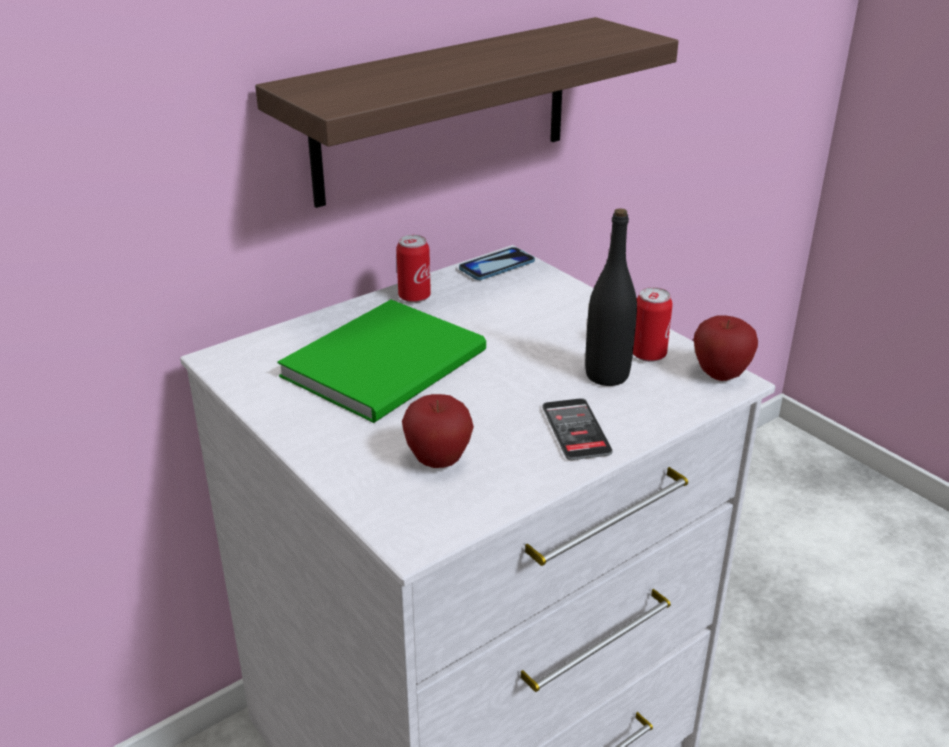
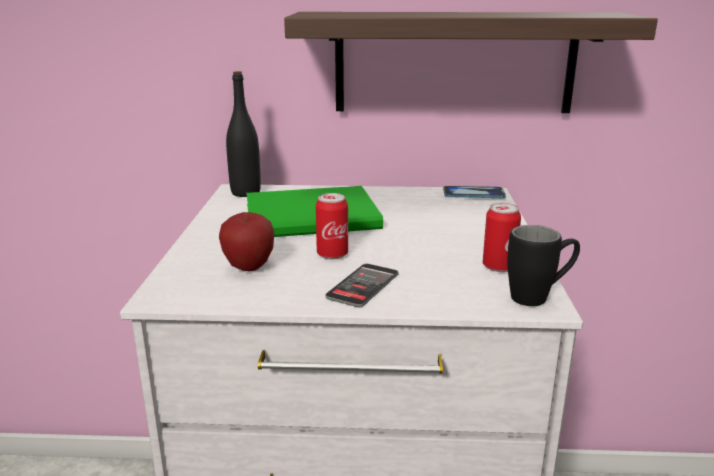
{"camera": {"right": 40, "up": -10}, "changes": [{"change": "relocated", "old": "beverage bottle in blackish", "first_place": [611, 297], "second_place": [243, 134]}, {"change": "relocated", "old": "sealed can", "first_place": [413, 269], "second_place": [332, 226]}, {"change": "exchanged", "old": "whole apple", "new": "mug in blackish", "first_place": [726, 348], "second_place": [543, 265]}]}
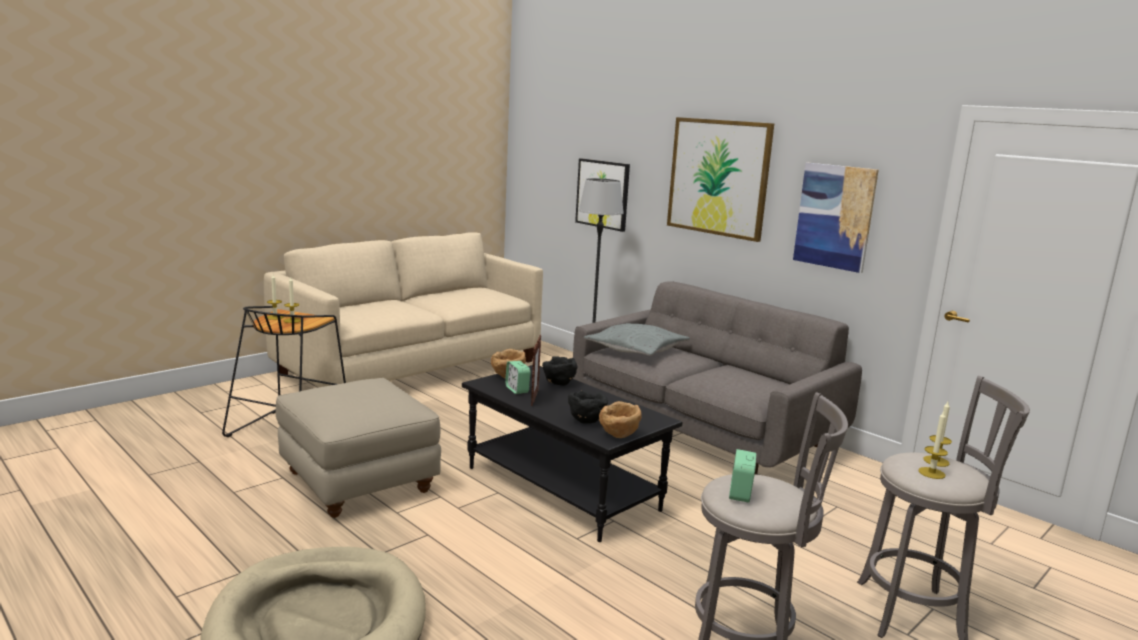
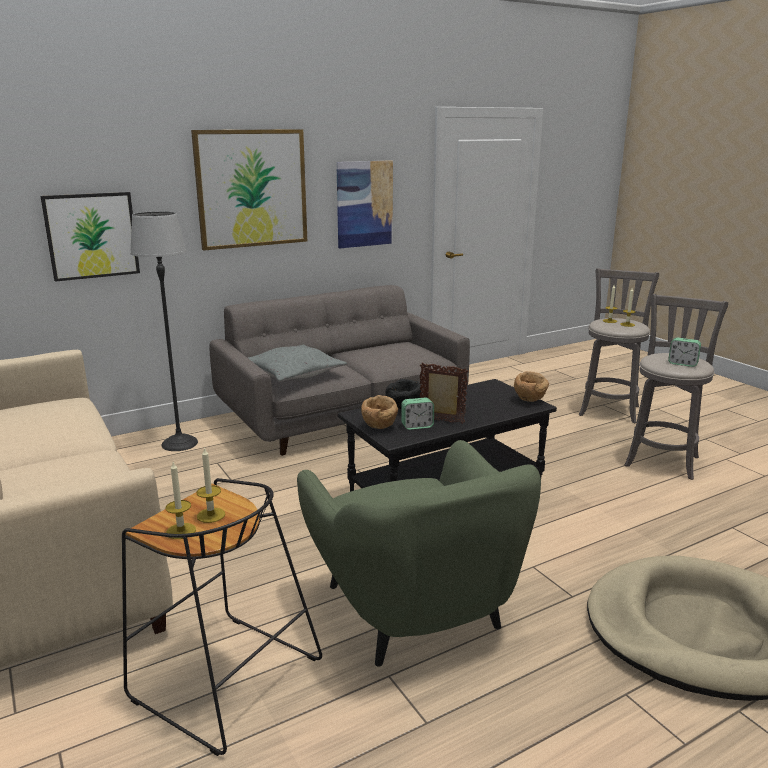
{"camera": {"right": -75, "up": 5}, "changes": [{"change": "exchanged", "old": "ottoman in sand-coloured", "new": "lounge chair in green", "first_place": [358, 448], "second_place": [419, 553]}, {"change": "missing", "old": "serving bowl in blackish", "first_place": [588, 407]}]}
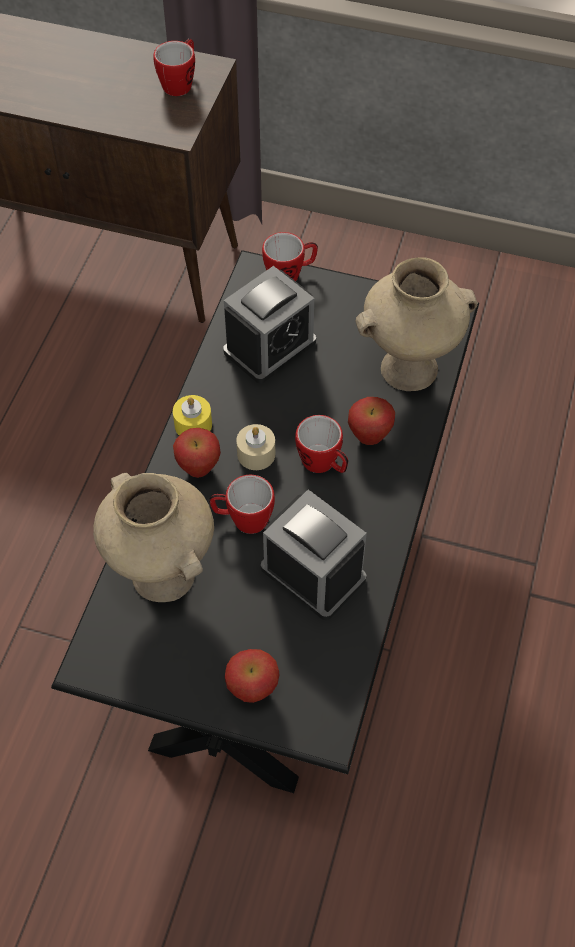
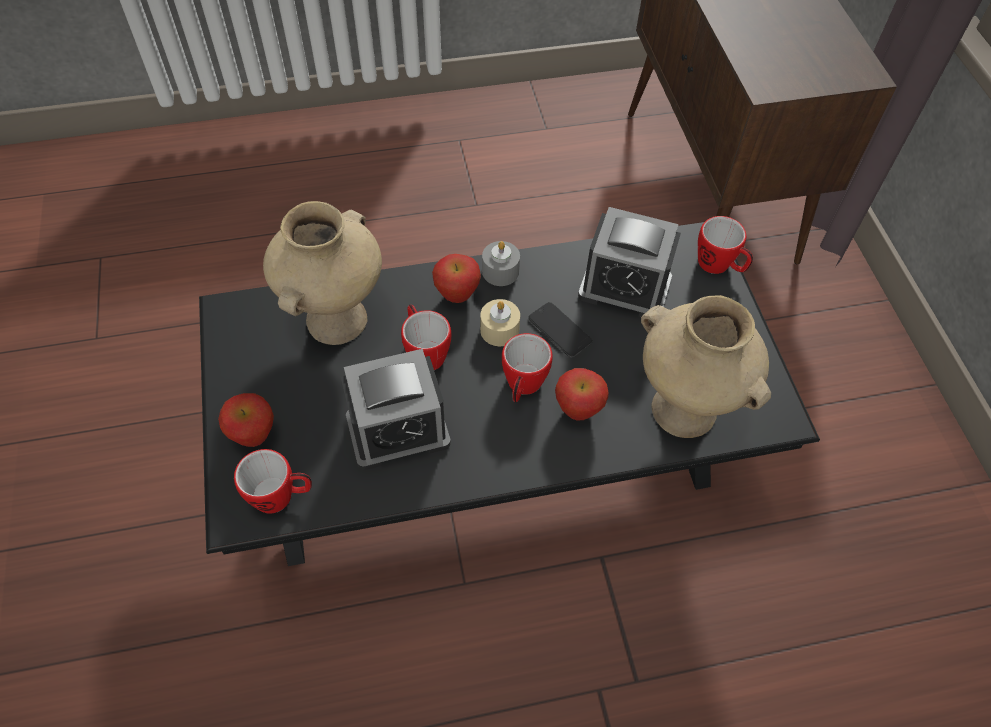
{"camera": {"right": 60, "up": 0}, "changes": [{"change": "relocated", "old": "mug", "first_place": [174, 67], "second_place": [273, 481]}, {"change": "spun", "old": "table clock", "first_place": [314, 555], "second_place": [396, 409], "degrees": 60}, {"change": "colour", "old": "wax candle in yellowish", "new": "wax candle in grey", "first_place": [192, 415], "second_place": [501, 263]}, {"change": "appeared", "new": "telephone", "second_place": [560, 330]}]}
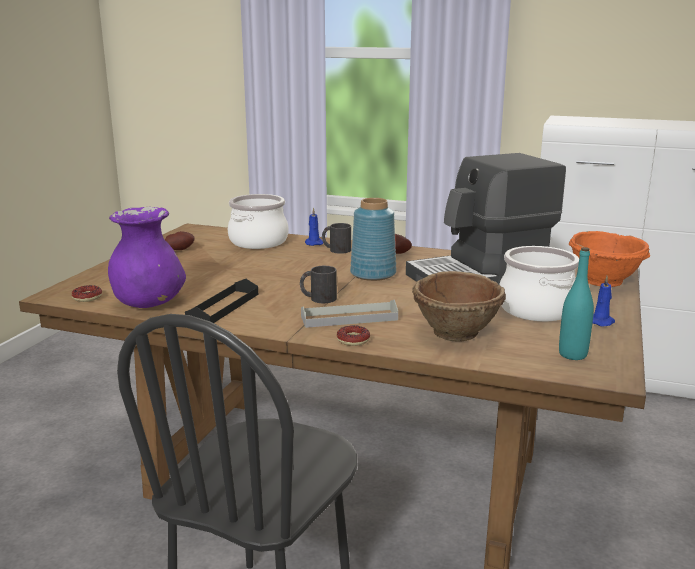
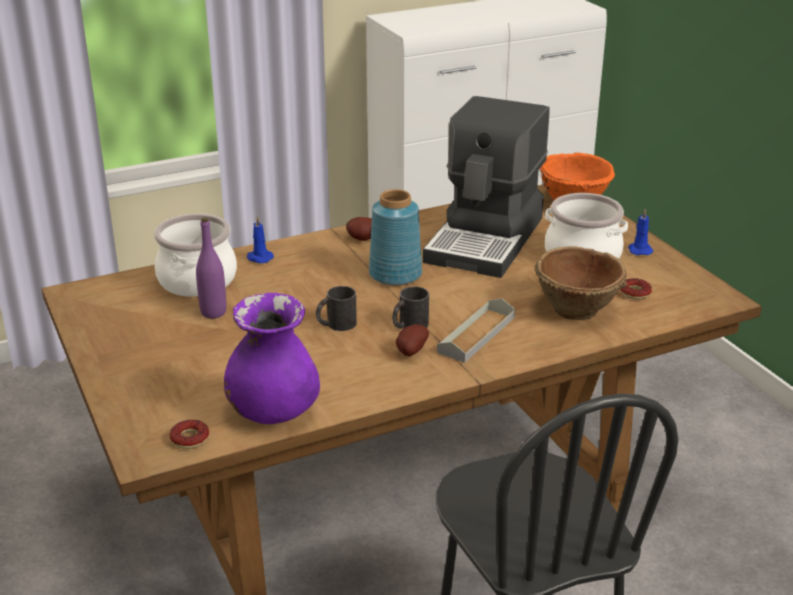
{"camera": {"right": -45, "up": 10}, "changes": [{"change": "appeared", "new": "beverage bottle in purple", "second_place": [211, 267]}, {"change": "relocated", "old": "mug in blackish", "first_place": [336, 238], "second_place": [336, 308]}, {"change": "relocated", "old": "potato", "first_place": [180, 240], "second_place": [412, 340]}, {"change": "relocated", "old": "doughnut", "first_place": [353, 335], "second_place": [636, 289]}, {"change": "missing", "old": "carrying tray in blackish", "first_place": [221, 301]}, {"change": "missing", "old": "beverage bottle in blue-green", "first_place": [576, 303]}]}
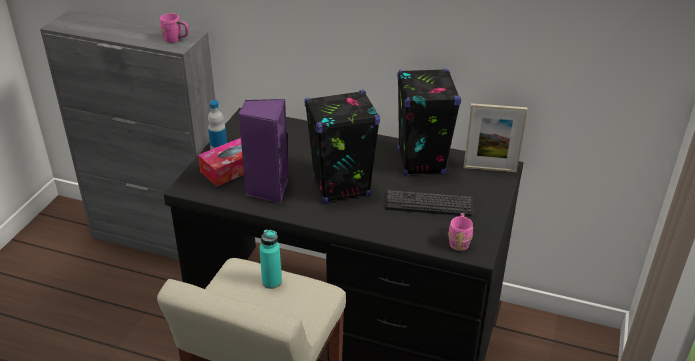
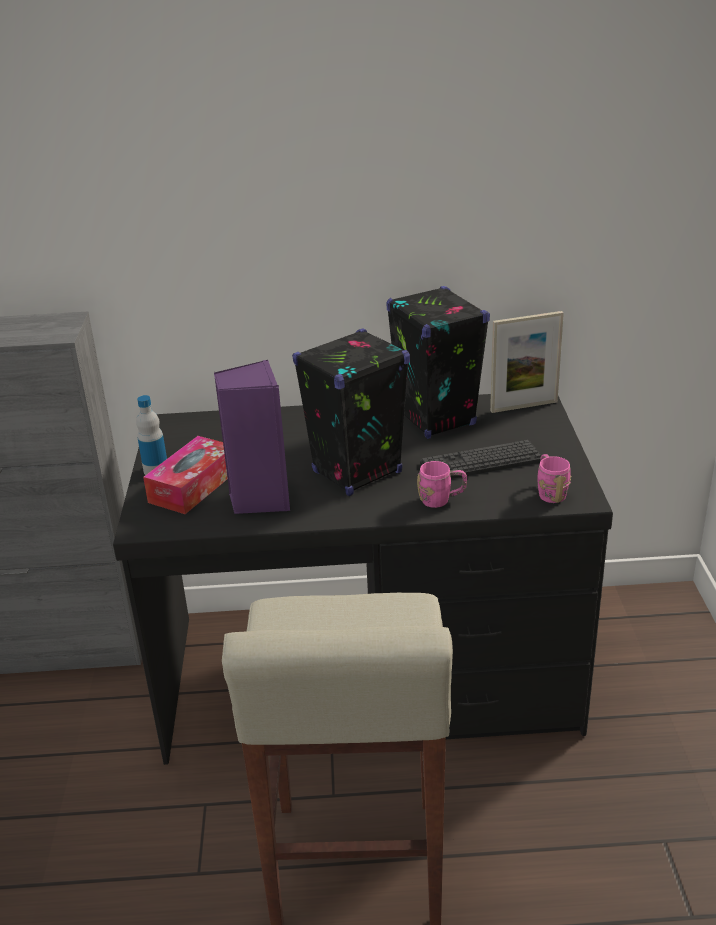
{"camera": {"right": -20, "up": -5}, "changes": [{"change": "relocated", "old": "mug in pink-coloured", "first_place": [174, 28], "second_place": [442, 484]}, {"change": "missing", "old": "beverage bottle in blue-green", "first_place": [270, 259]}]}
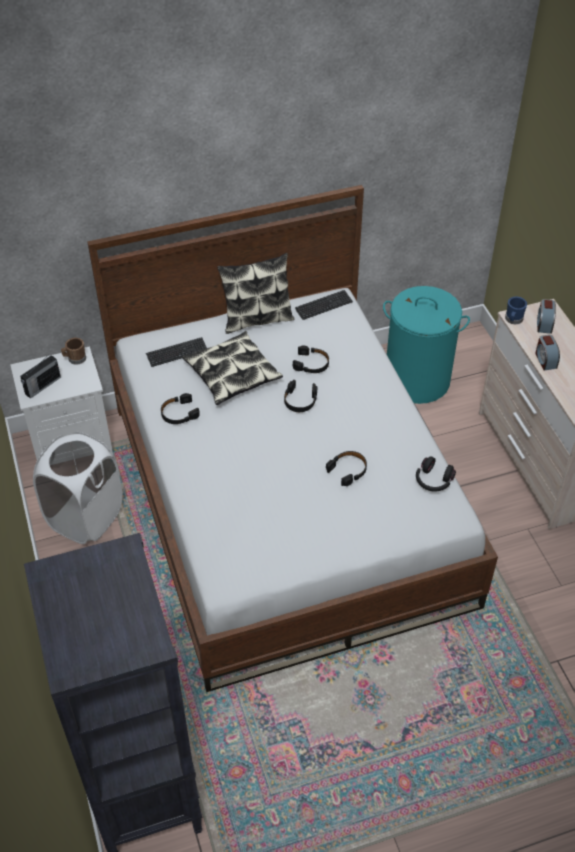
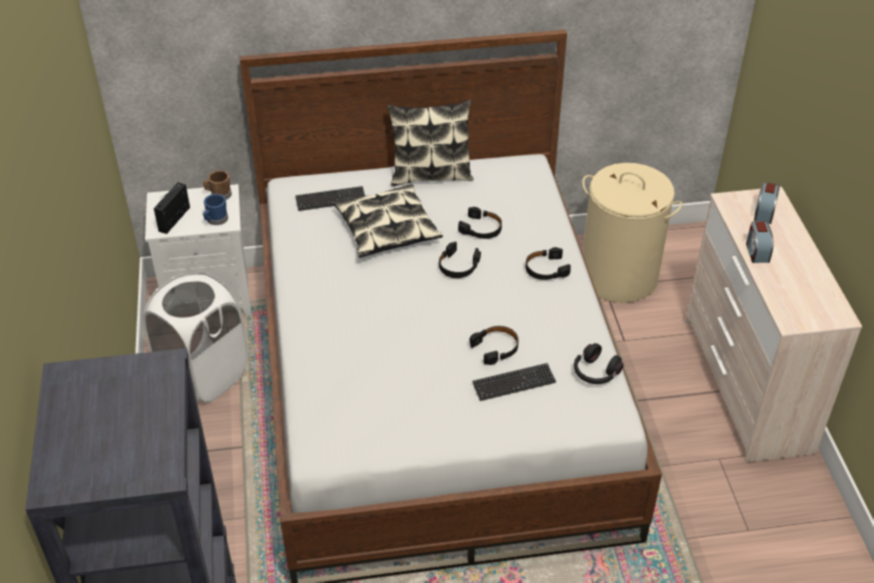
{"camera": {"right": 10, "up": -5}, "changes": [{"change": "spun", "old": "radio receiver", "first_place": [40, 377], "second_place": [172, 208], "degrees": 150}, {"change": "relocated", "old": "mug in bluish", "first_place": [516, 310], "second_place": [215, 209]}, {"change": "relocated", "old": "computer keyboard", "first_place": [324, 305], "second_place": [514, 382]}, {"change": "relocated", "old": "headset in blackish", "first_place": [180, 408], "second_place": [548, 263]}, {"change": "colour", "old": "laundry basket in blue-green", "new": "laundry basket in sand-coloured", "first_place": [426, 345], "second_place": [632, 233]}]}
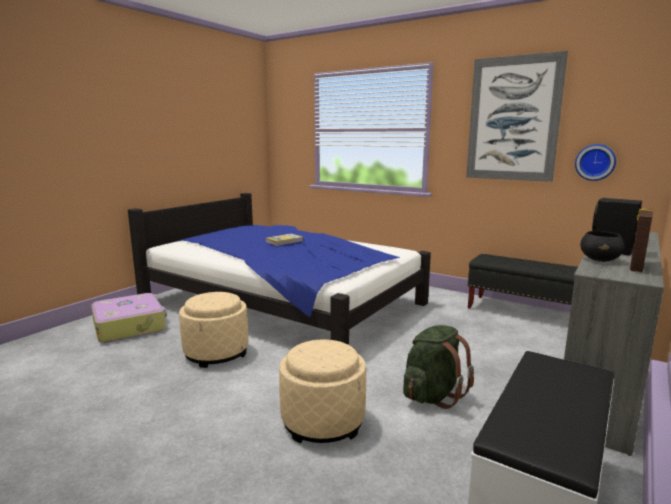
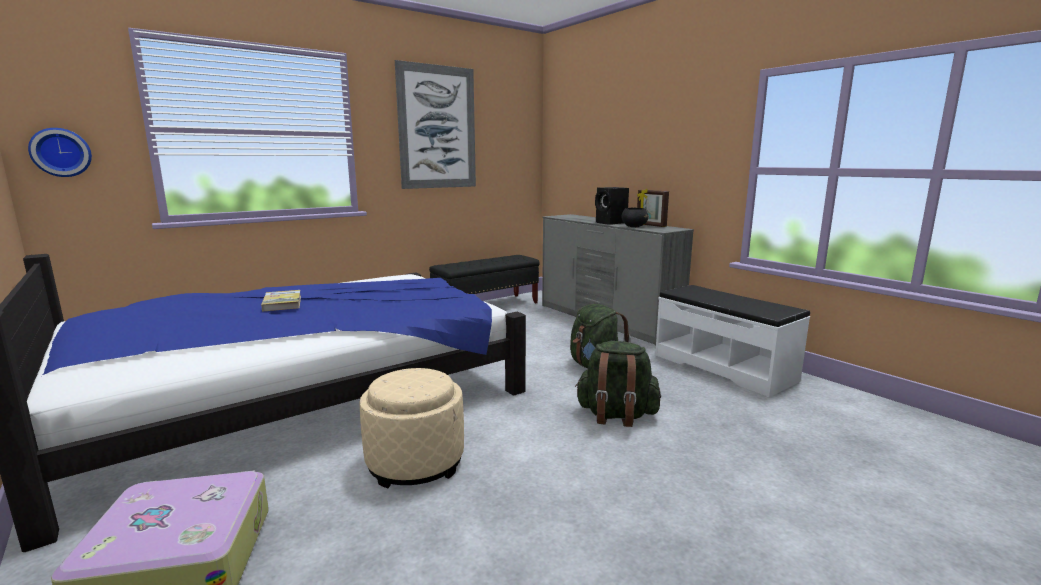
{"camera": {"right": -70, "up": 0}, "changes": [{"change": "relocated", "old": "wall clock", "first_place": [595, 162], "second_place": [60, 152]}, {"change": "exchanged", "old": "ottoman in sand-coloured", "new": "rucksack in green", "first_place": [322, 391], "second_place": [618, 384]}]}
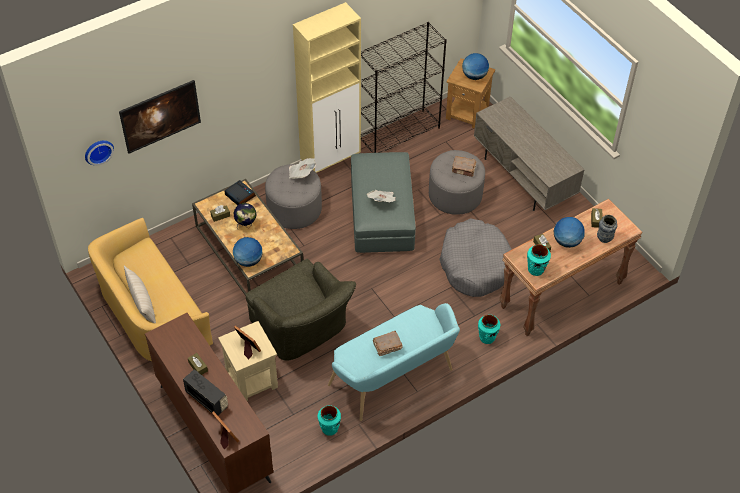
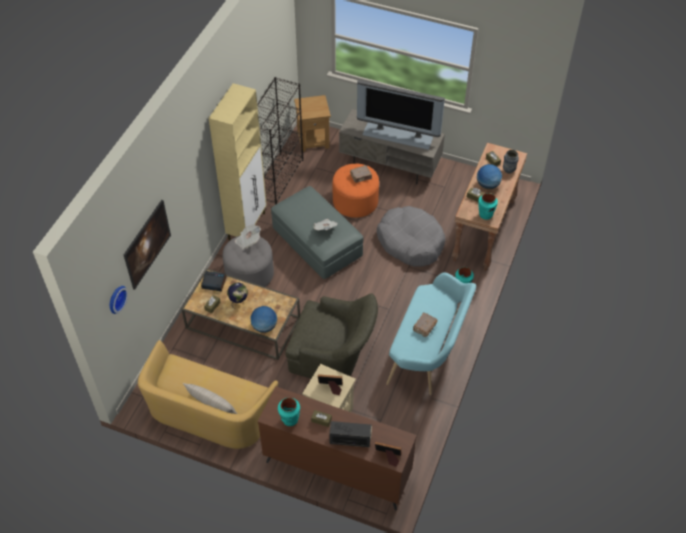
{"camera": {"right": -35, "up": 0}, "changes": [{"change": "relocated", "old": "decorative vase in blue-green", "first_place": [329, 420], "second_place": [289, 411]}, {"change": "colour", "old": "ottoman in grey", "new": "ottoman in orangey", "first_place": [457, 182], "second_place": [356, 191]}, {"change": "appeared", "new": "TV set", "second_place": [401, 115]}, {"change": "missing", "old": "globe", "first_place": [475, 66]}]}
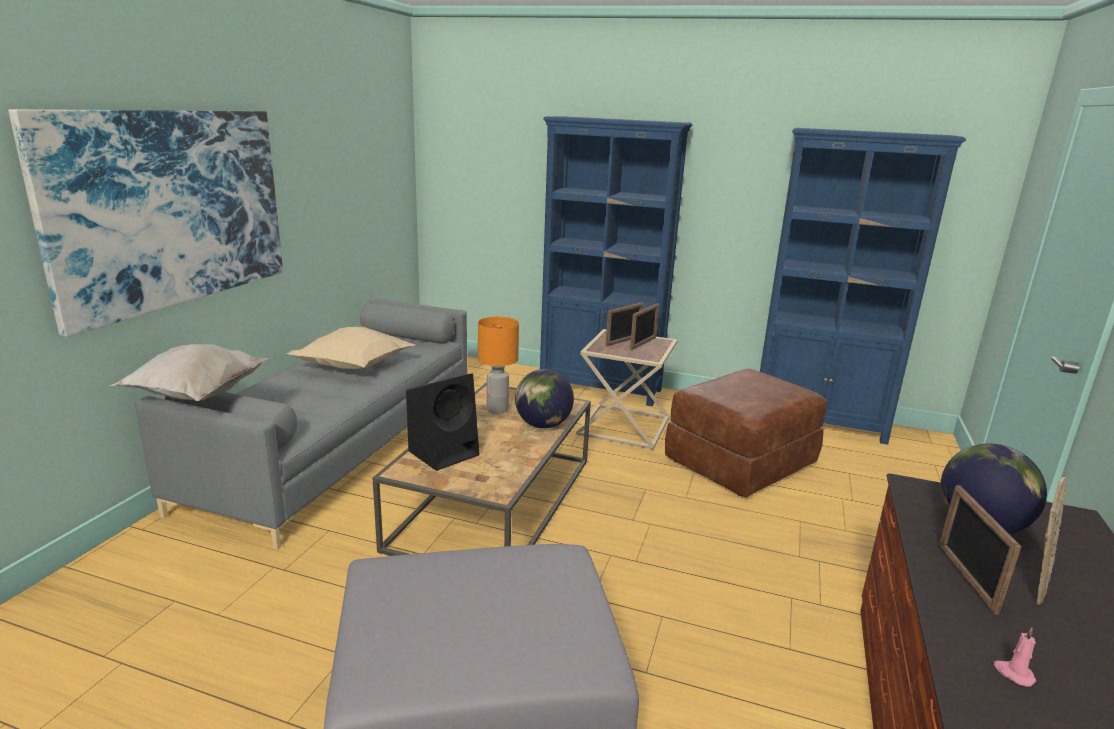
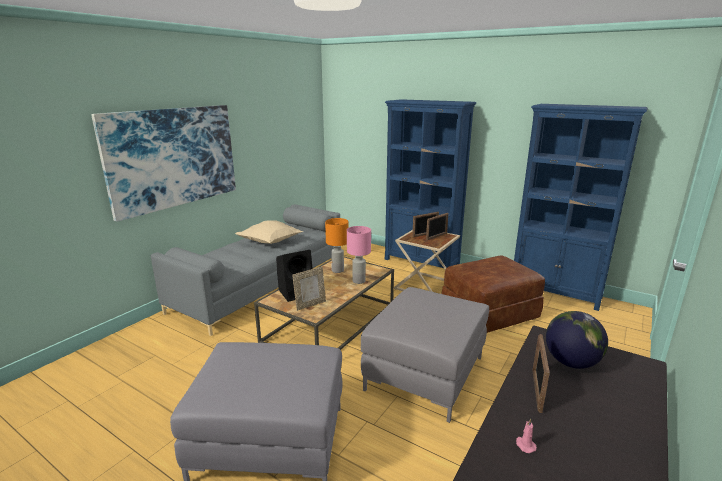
{"camera": {"right": 15, "up": 0}, "changes": [{"change": "relocated", "old": "standing frame", "first_place": [1051, 541], "second_place": [309, 289]}, {"change": "exchanged", "old": "globe", "new": "table lamp in pink-coloured", "first_place": [544, 398], "second_place": [359, 255]}, {"change": "appeared", "new": "ottoman in grey", "second_place": [425, 355]}, {"change": "missing", "old": "cushion in white-coloured", "first_place": [189, 372]}]}
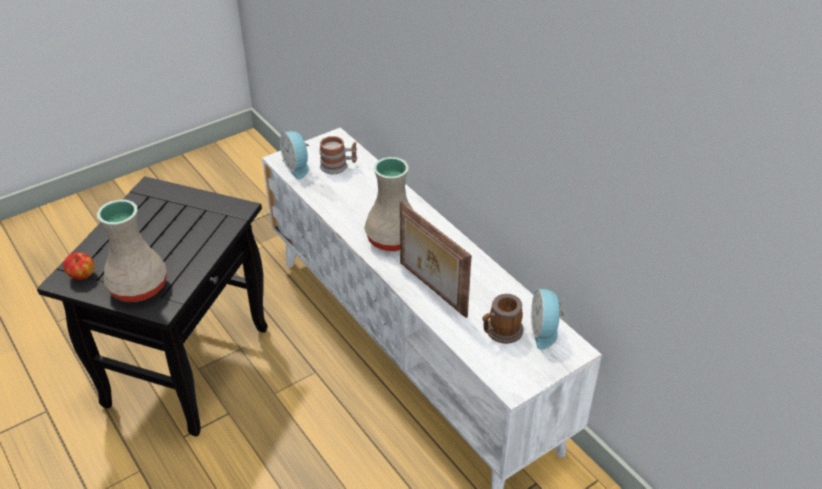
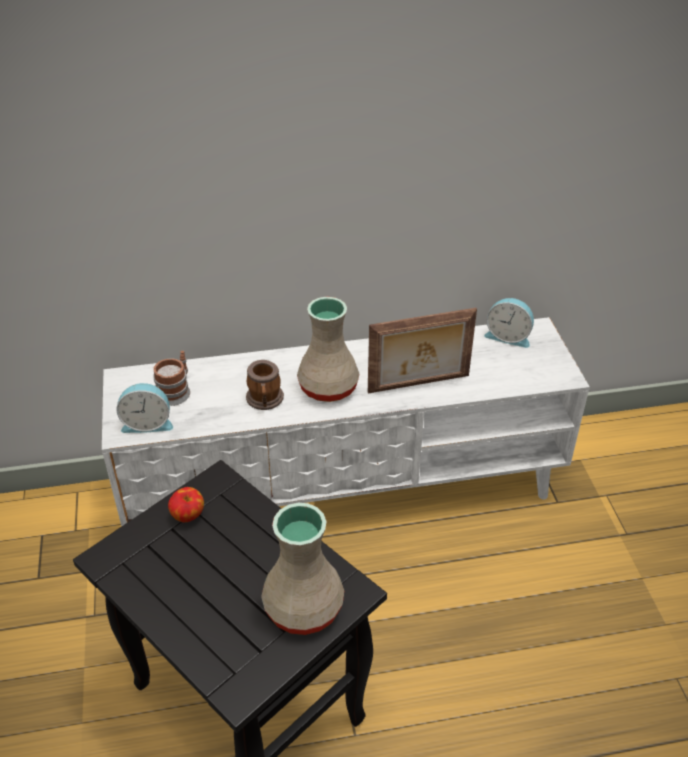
{"camera": {"right": -65, "up": 0}, "changes": [{"change": "relocated", "old": "whole apple", "first_place": [78, 266], "second_place": [186, 504]}, {"change": "relocated", "old": "mug", "first_place": [503, 319], "second_place": [265, 385]}]}
